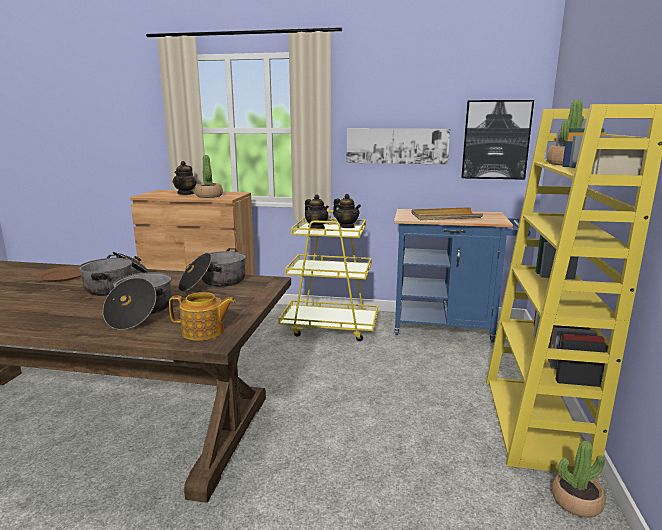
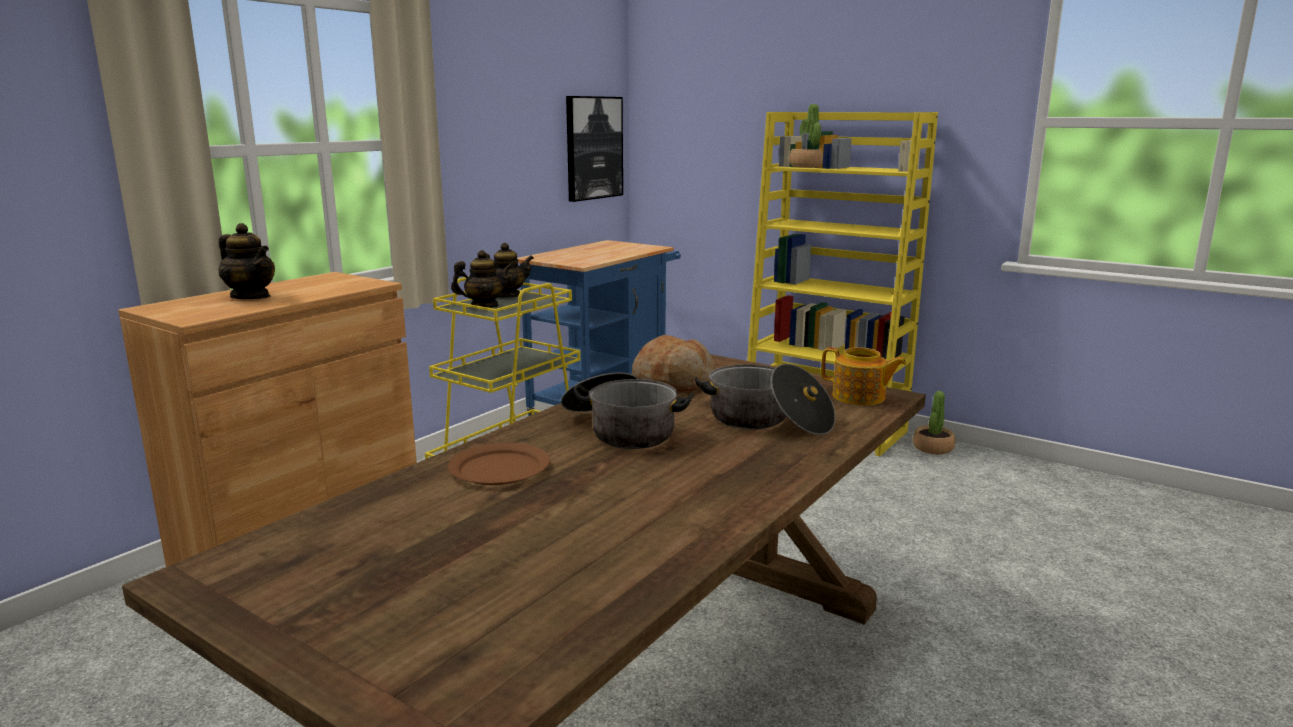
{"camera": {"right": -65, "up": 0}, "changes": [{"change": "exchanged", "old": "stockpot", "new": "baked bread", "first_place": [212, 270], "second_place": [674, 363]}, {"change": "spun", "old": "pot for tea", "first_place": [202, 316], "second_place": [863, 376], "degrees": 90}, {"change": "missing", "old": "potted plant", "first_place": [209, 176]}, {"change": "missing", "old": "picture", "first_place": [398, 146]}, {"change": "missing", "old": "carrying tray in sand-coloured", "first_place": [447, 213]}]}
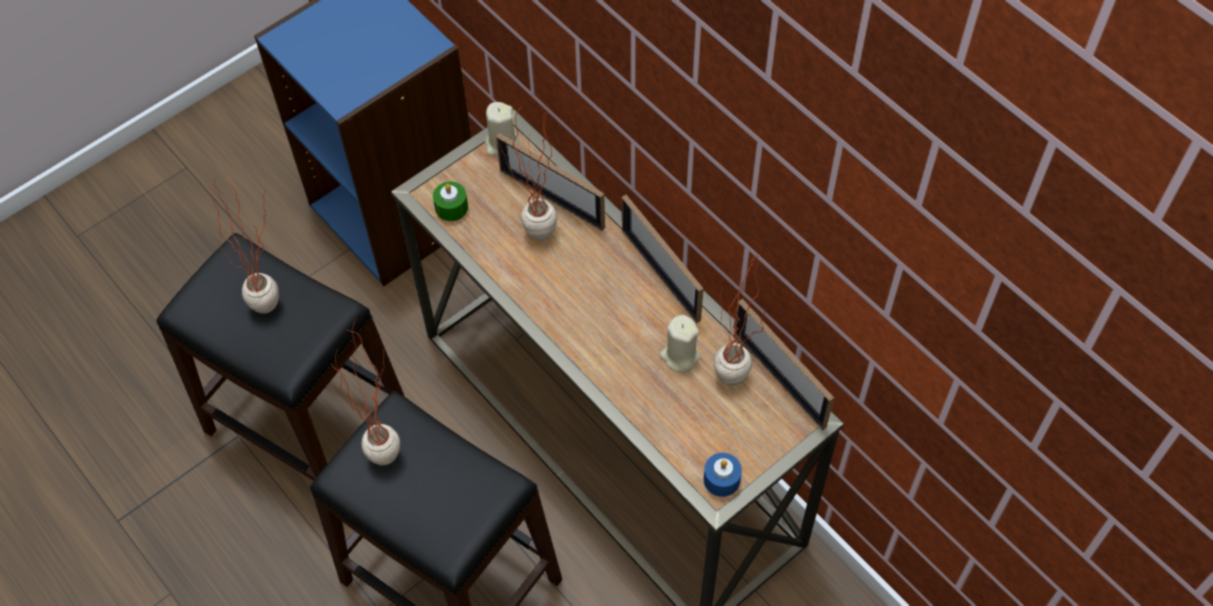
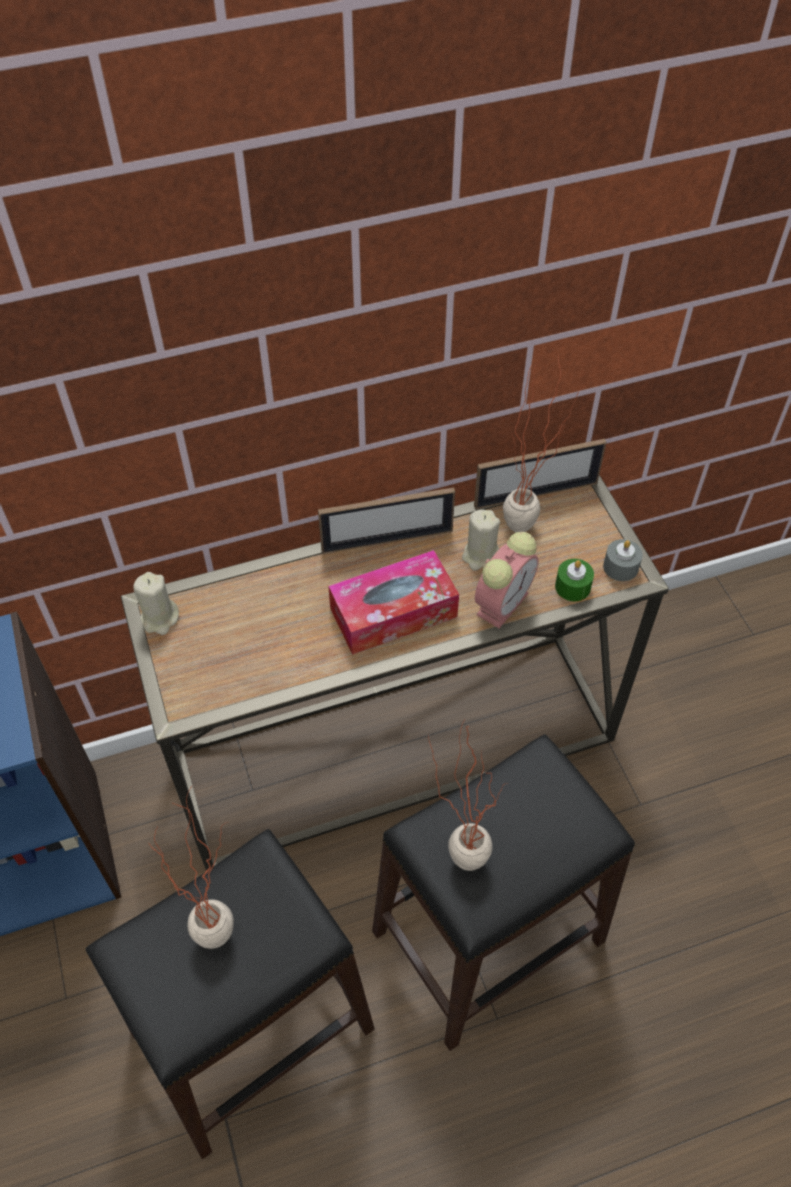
{"camera": {"right": -70, "up": -5}, "changes": [{"change": "appeared", "new": "tissue box", "second_place": [393, 602]}, {"change": "appeared", "new": "table clock", "second_place": [506, 580]}, {"change": "relocated", "old": "wax candle in green", "first_place": [450, 201], "second_place": [574, 580]}, {"change": "colour", "old": "wax candle in bluish", "new": "wax candle in grey", "first_place": [723, 475], "second_place": [623, 560]}, {"change": "missing", "old": "potted plant", "first_place": [525, 173]}, {"change": "missing", "old": "standing frame", "first_place": [550, 182]}]}
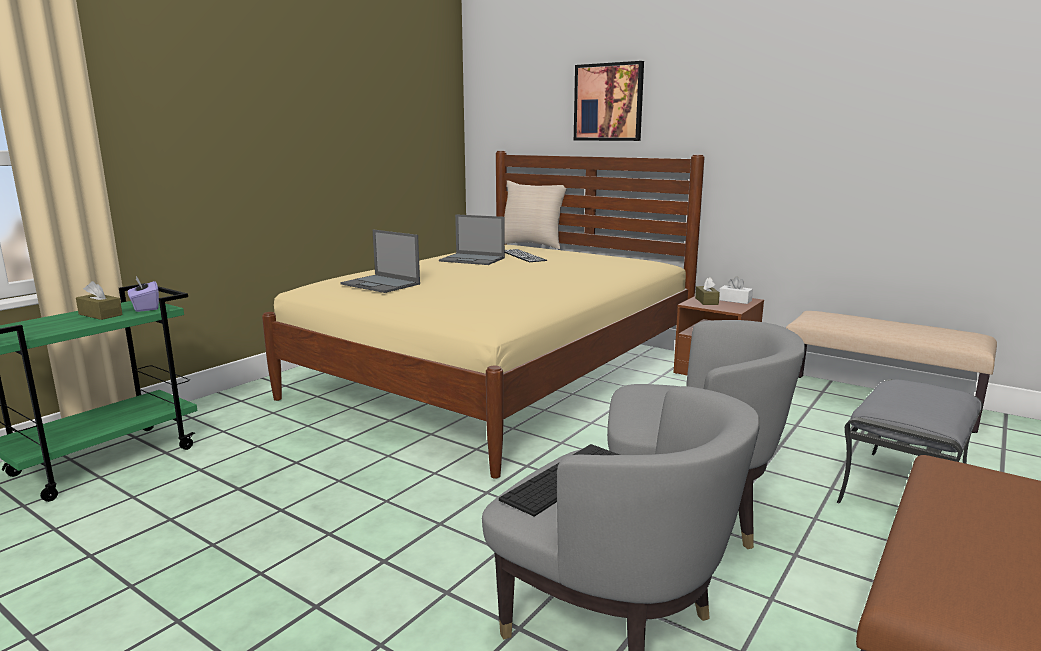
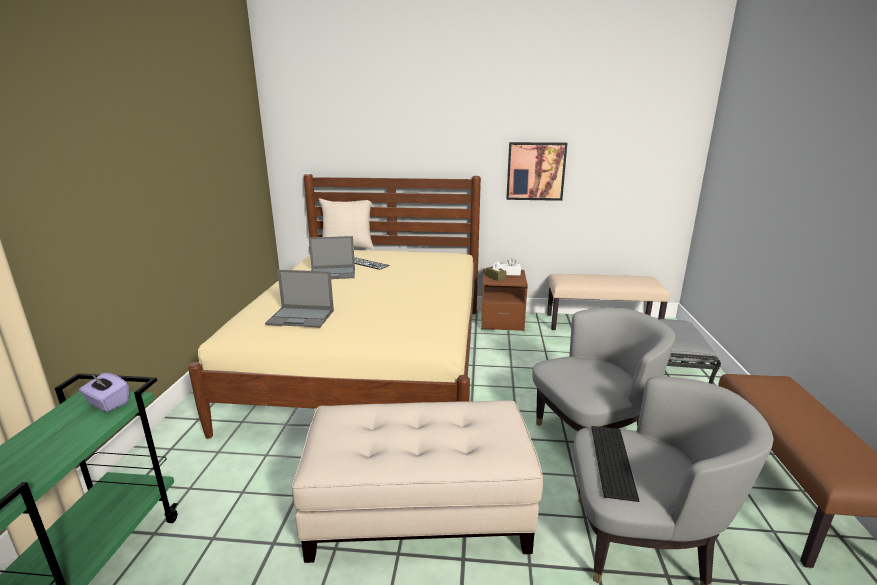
{"camera": {"right": -30, "up": 5}, "changes": [{"change": "appeared", "new": "ottoman in sand-coloured", "second_place": [417, 481]}, {"change": "relocated", "old": "picture", "first_place": [609, 101], "second_place": [536, 171]}, {"change": "missing", "old": "tissue box in brown", "first_place": [99, 300]}]}
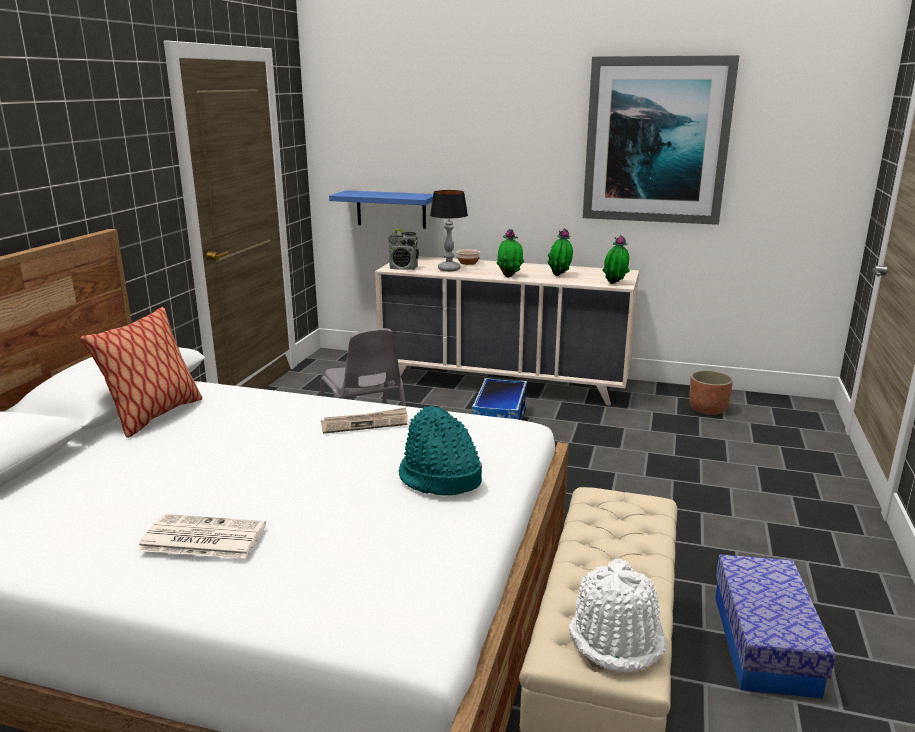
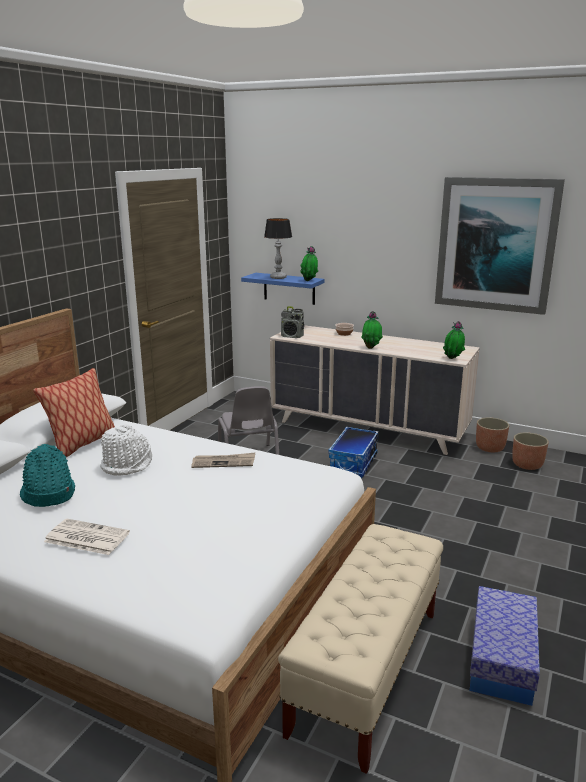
{"camera": {"right": 10, "up": 0}, "changes": [{"change": "relocated", "old": "hat in blue-green", "first_place": [440, 450], "second_place": [47, 475]}, {"change": "relocated", "old": "hat in white-coloured", "first_place": [617, 615], "second_place": [126, 449]}, {"change": "relocated", "old": "table lamp", "first_place": [449, 231], "second_place": [278, 248]}, {"change": "relocated", "old": "potted plant", "first_place": [560, 252], "second_place": [309, 263]}, {"change": "appeared", "new": "planter", "second_place": [492, 434]}]}
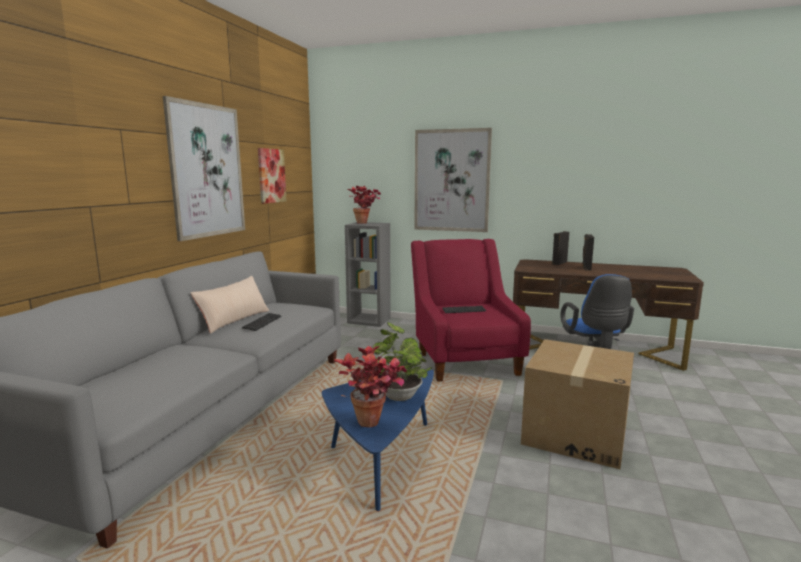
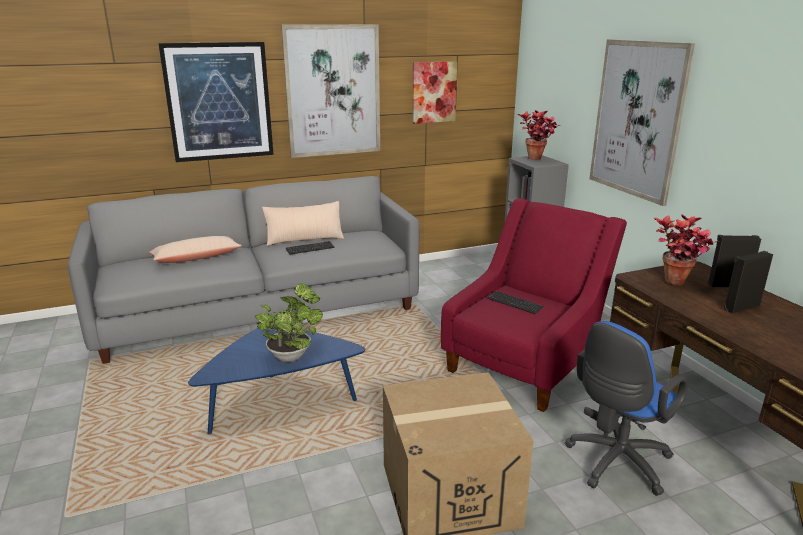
{"camera": {"right": 50, "up": 10}, "changes": [{"change": "appeared", "new": "cushion in sand-coloured", "second_place": [195, 249]}, {"change": "appeared", "new": "picture", "second_place": [216, 102]}, {"change": "relocated", "old": "potted plant", "first_place": [370, 387], "second_place": [684, 249]}]}
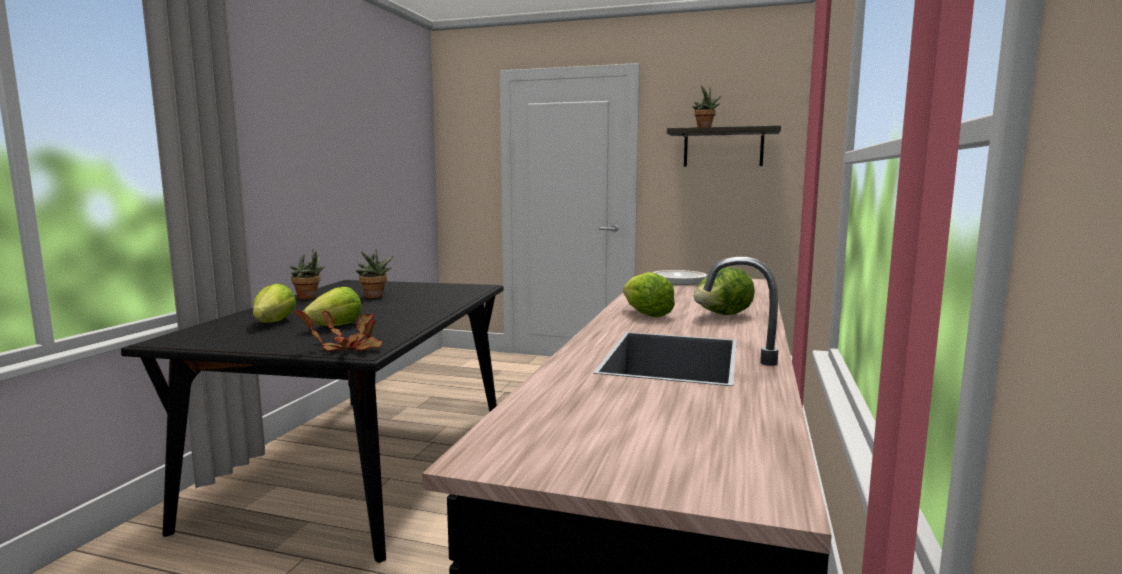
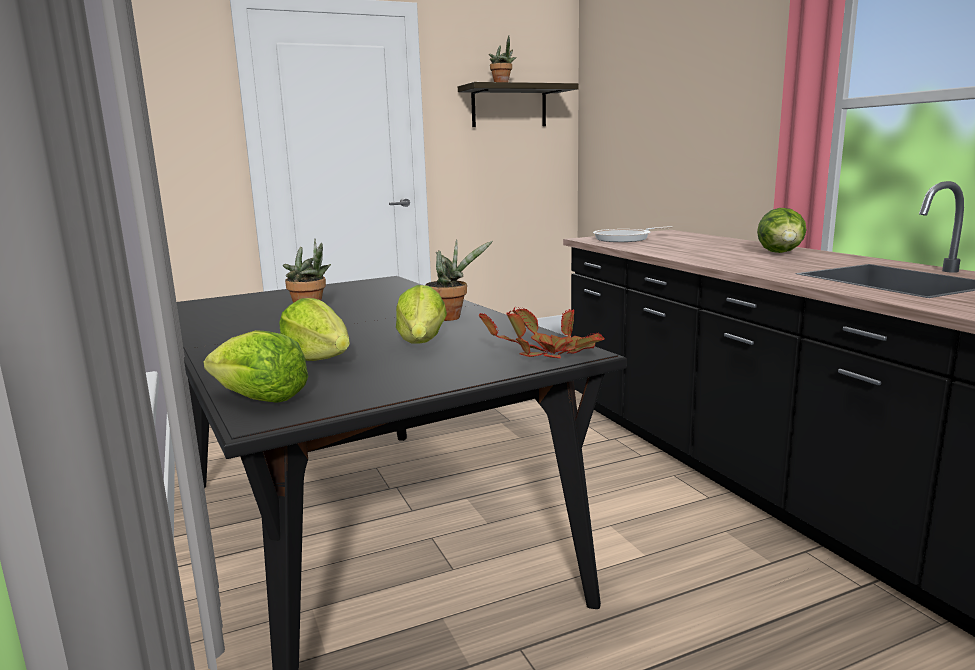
{"camera": {"right": -40, "up": 5}, "changes": [{"change": "relocated", "old": "head of lettuce", "first_place": [649, 294], "second_place": [256, 366]}, {"change": "relocated", "old": "potted plant", "first_place": [307, 273], "second_place": [459, 280]}]}
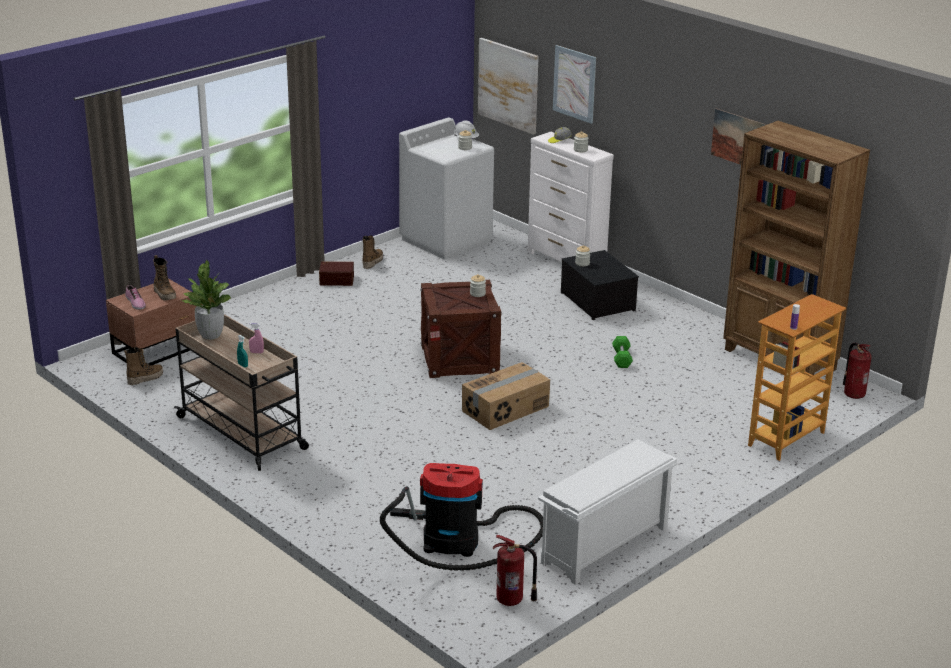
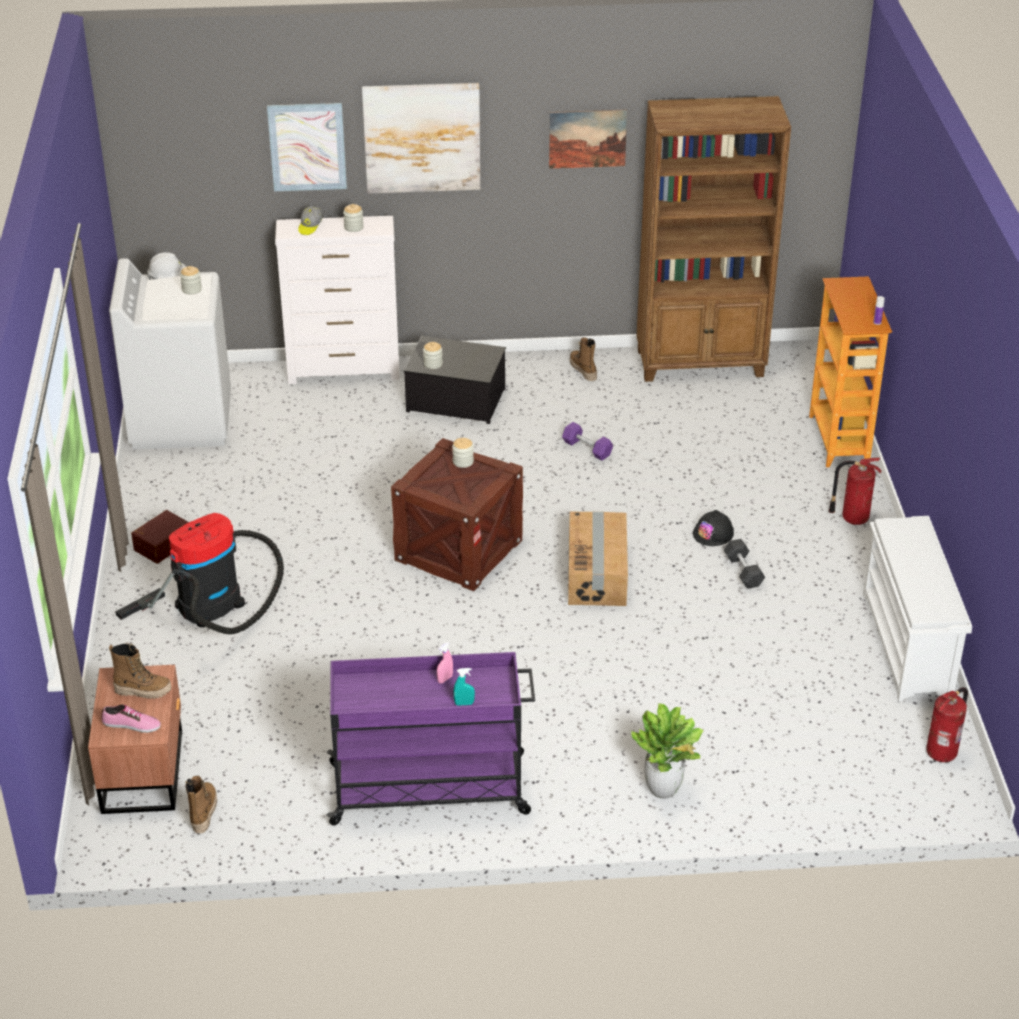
{"camera": {"right": -50, "up": 10}, "changes": [{"change": "relocated", "old": "hoover", "first_place": [461, 517], "second_place": [200, 573]}, {"change": "colour", "old": "trolley in sand-coloured", "new": "trolley in purple", "first_place": [241, 392], "second_place": [430, 739]}, {"change": "relocated", "old": "picture", "first_place": [508, 86], "second_place": [421, 138]}, {"change": "colour", "old": "dumbbell in green", "new": "dumbbell in purple", "first_place": [622, 352], "second_place": [587, 441]}, {"change": "relocated", "old": "tall boot", "first_place": [372, 252], "second_place": [583, 359]}, {"change": "relocated", "old": "potted plant", "first_place": [206, 299], "second_place": [667, 751]}, {"change": "appeared", "new": "hard hat in blackish", "second_place": [713, 528]}, {"change": "appeared", "new": "dumbbell in grey", "second_place": [744, 564]}, {"change": "relocated", "old": "fire-fighting cylinder", "first_place": [857, 371], "second_place": [855, 491]}]}
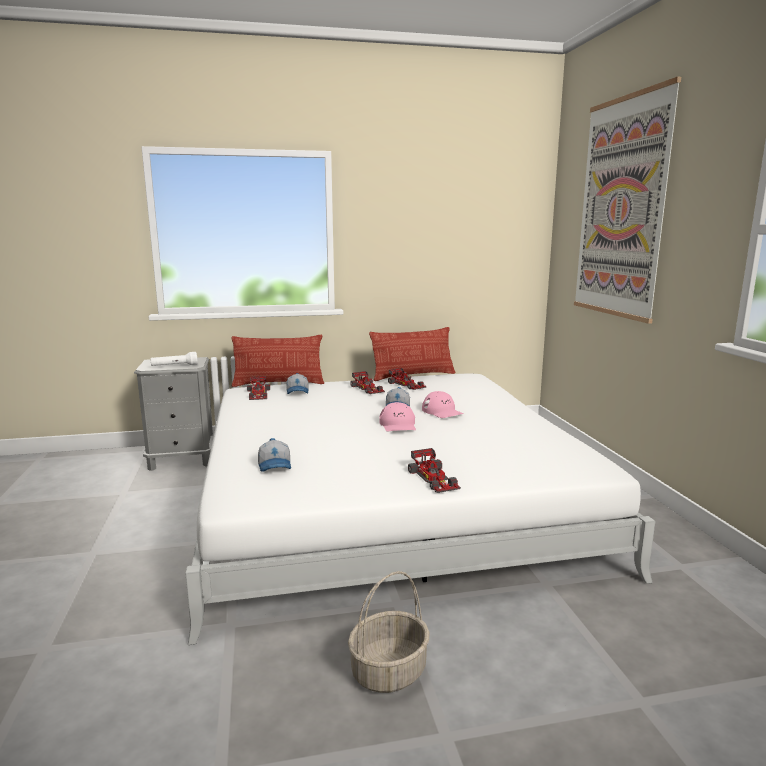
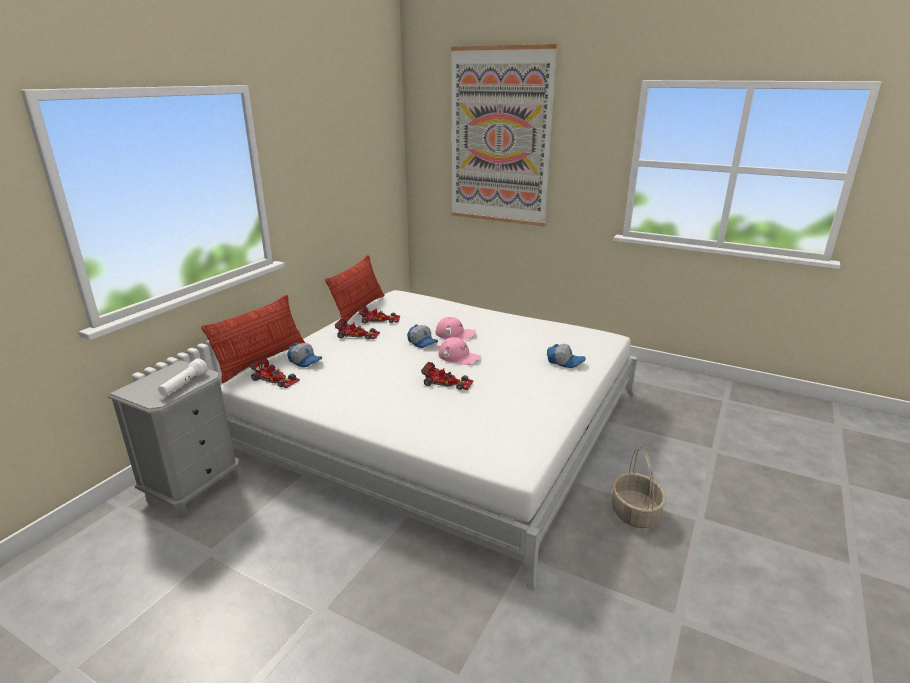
{"camera": {"right": -50, "up": 10}, "changes": [{"change": "relocated", "old": "model car", "first_place": [434, 470], "second_place": [447, 376]}, {"change": "relocated", "old": "cap", "first_place": [274, 455], "second_place": [566, 356]}]}
